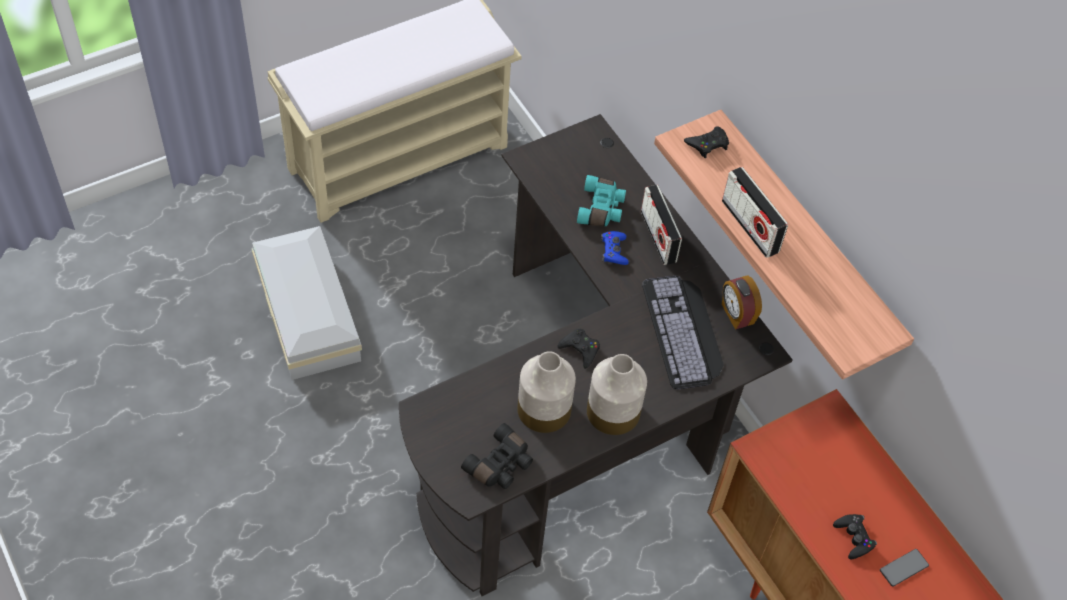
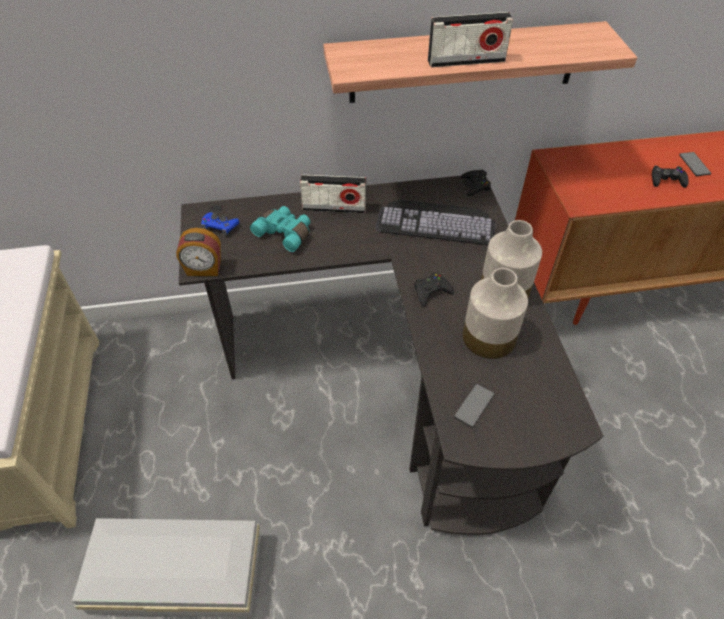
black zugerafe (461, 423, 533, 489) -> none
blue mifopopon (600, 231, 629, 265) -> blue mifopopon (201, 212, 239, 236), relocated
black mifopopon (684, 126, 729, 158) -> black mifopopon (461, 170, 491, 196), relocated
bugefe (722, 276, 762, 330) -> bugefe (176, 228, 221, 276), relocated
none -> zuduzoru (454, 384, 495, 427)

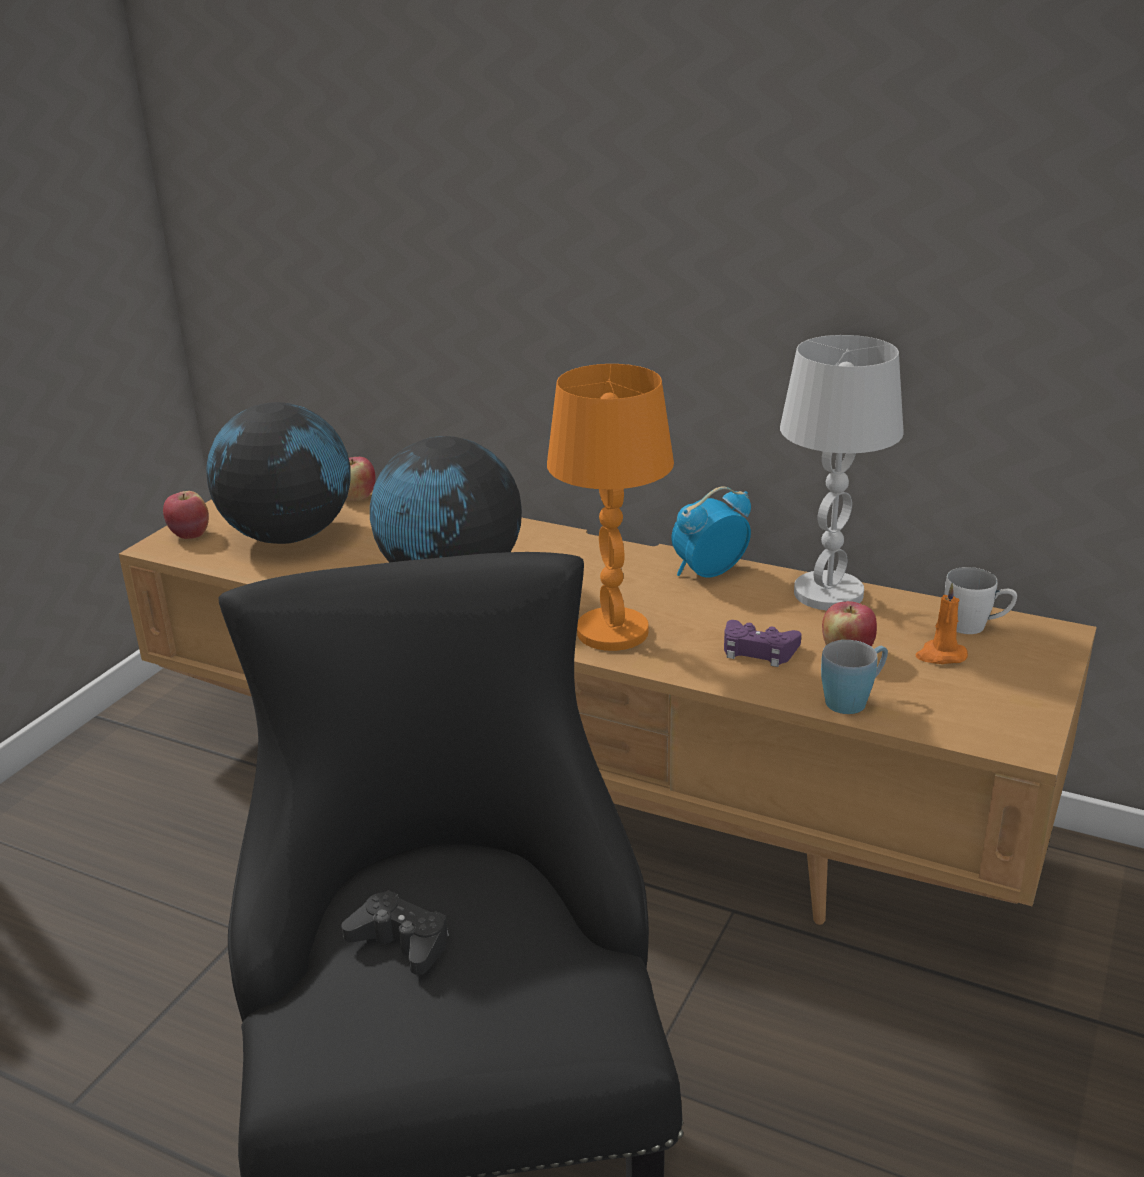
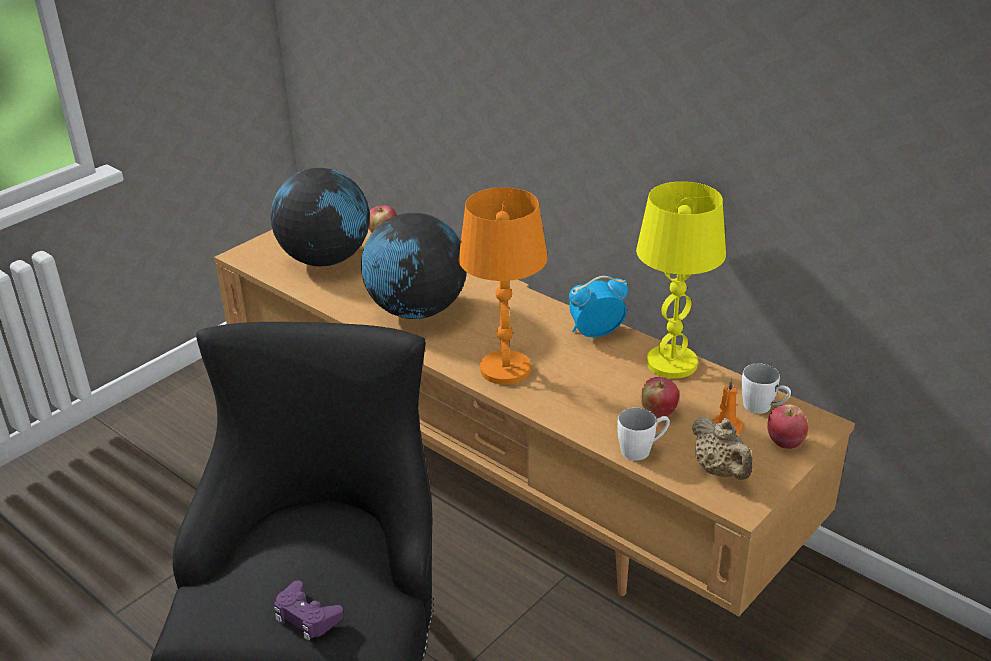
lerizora (163, 491, 209, 539) -> lerizora (767, 404, 808, 449), relocated
black mifopopon (341, 890, 449, 975) -> none
purple mifopopon (724, 620, 801, 667) -> purple mifopopon (274, 581, 344, 641), relocated
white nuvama (780, 335, 904, 610) -> yellow nuvama (636, 181, 726, 379)
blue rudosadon (821, 640, 888, 714) -> white rudosadon (617, 408, 670, 461)
none -> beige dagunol (692, 417, 752, 480)

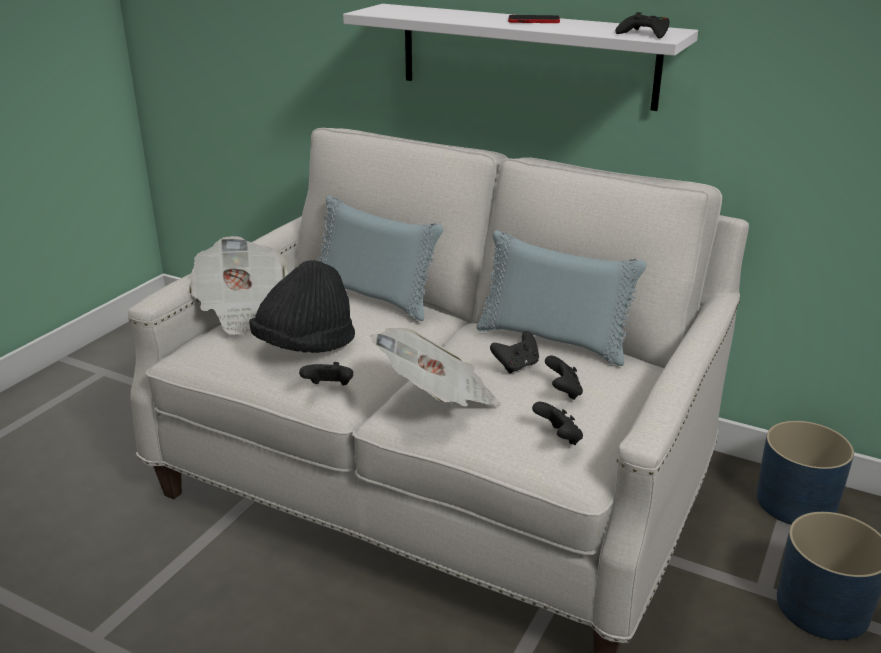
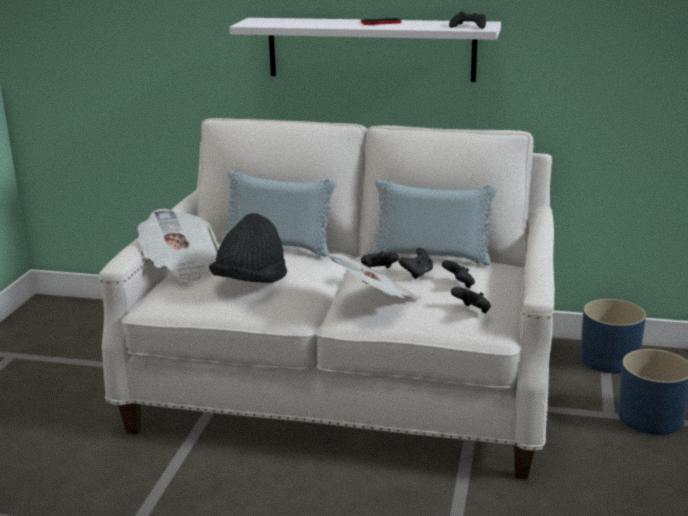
black mifopopon (299, 362, 353, 385) -> black mifopopon (361, 251, 399, 268), relocated

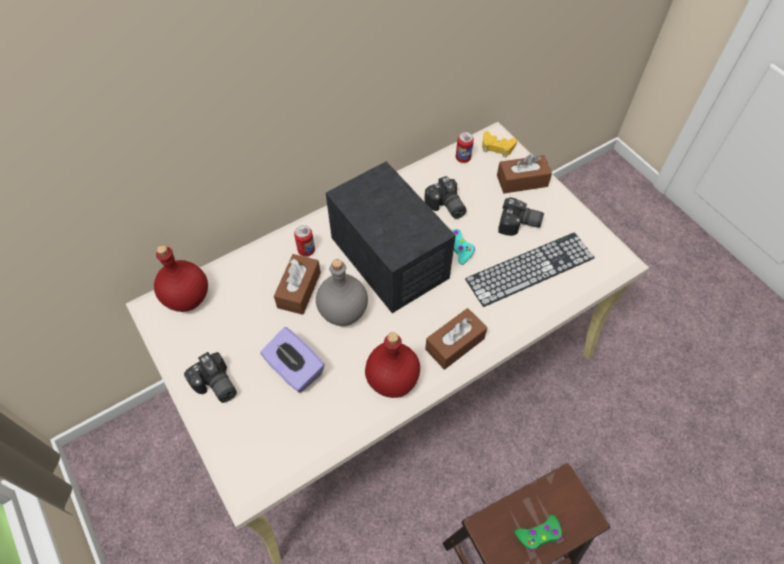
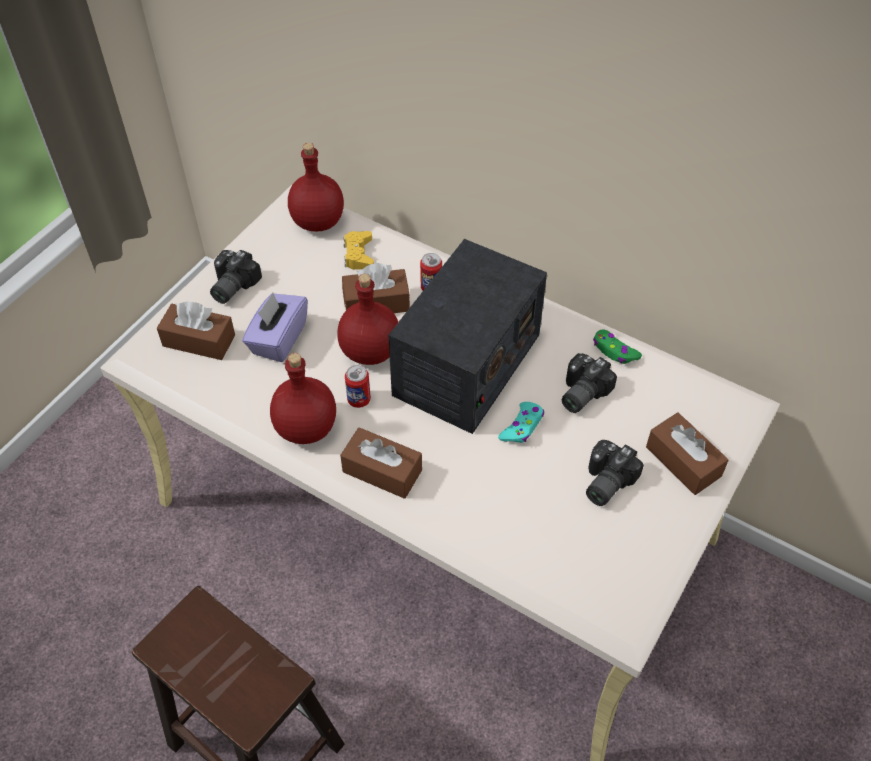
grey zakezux (316, 259, 368, 326) -> red zakezux (337, 274, 398, 365)
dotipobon (456, 132, 474, 163) -> dotipobon (345, 365, 371, 408), relocated
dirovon (465, 232, 595, 307) -> none
yellow mifopopon (482, 131, 517, 158) -> yellow mifopopon (344, 231, 374, 270), relocated
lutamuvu (498, 197, 544, 236) -> lutamuvu (586, 440, 644, 506), 45 degrees clockwise
green mifopopon (515, 515, 562, 551) -> green mifopopon (593, 330, 642, 364), relocated
none -> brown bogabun (157, 301, 235, 360)

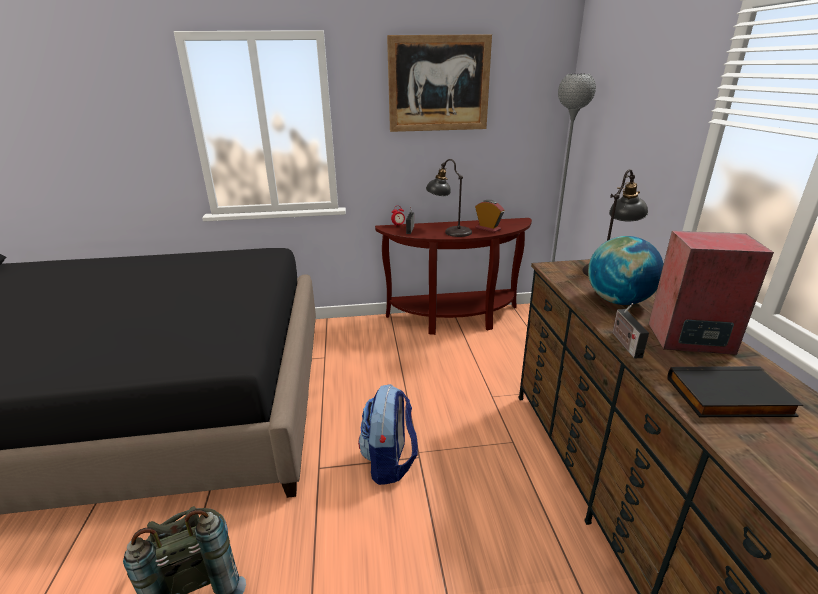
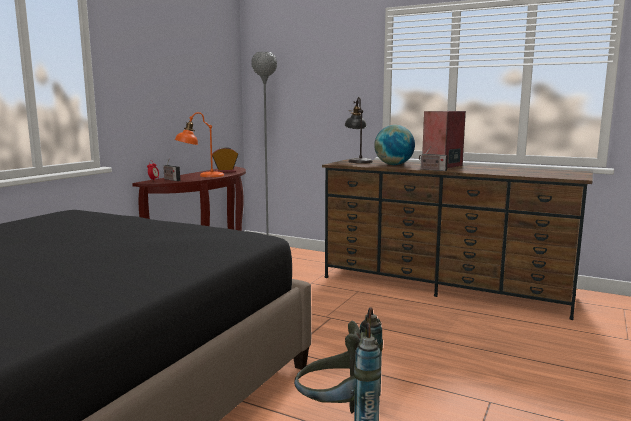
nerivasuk (358, 384, 418, 485) -> none
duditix (387, 34, 492, 132) -> none
grey nuvama (426, 159, 472, 237) -> orange nuvama (175, 112, 224, 177)
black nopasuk (667, 366, 803, 417) -> none

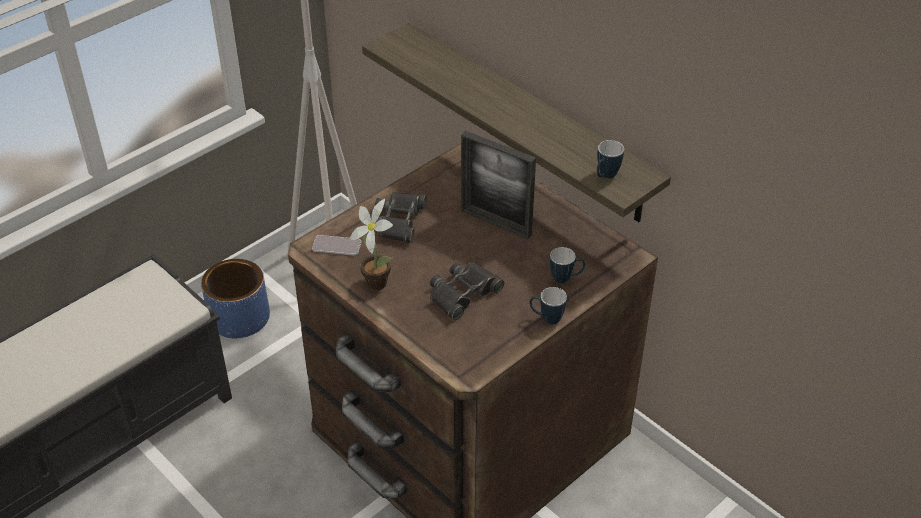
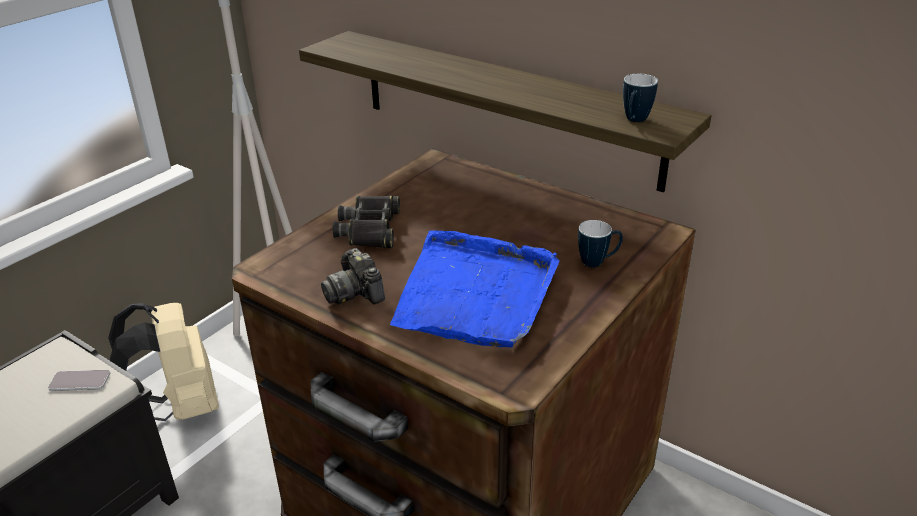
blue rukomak (201, 259, 270, 338) -> beige nerivasuk (108, 303, 219, 421)
zuduzoru (312, 235, 361, 256) -> zuduzoru (48, 369, 110, 391), relocated
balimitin (350, 199, 393, 290) -> lutamuvu (321, 248, 385, 305)
black zugerafe (430, 262, 504, 320) -> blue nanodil (390, 231, 560, 347)
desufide (461, 131, 536, 239) -> none
rudosadon (530, 287, 567, 324) -> none

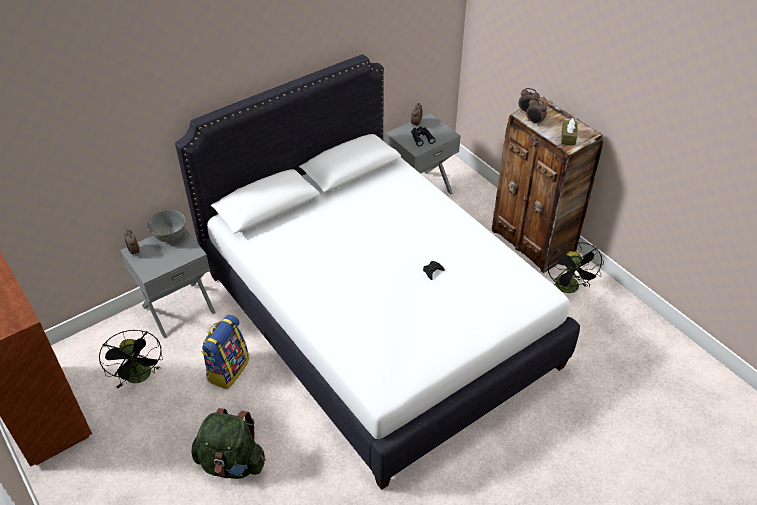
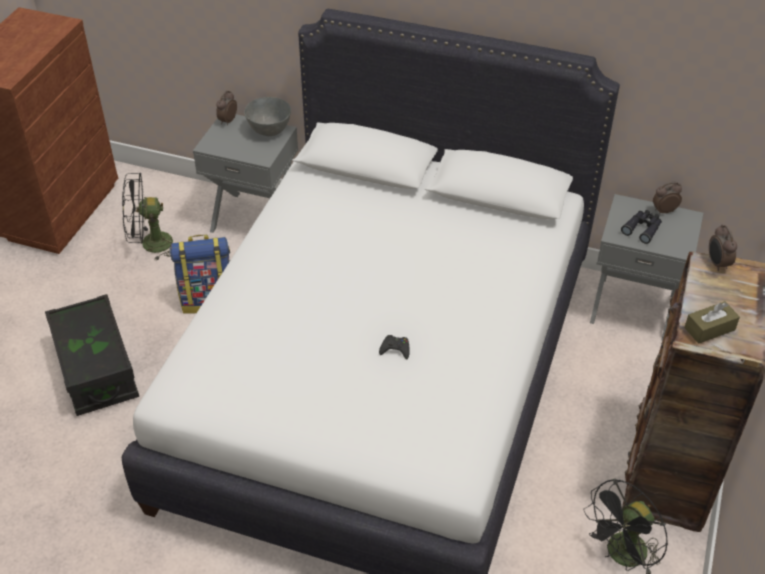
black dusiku (99, 330, 163, 388) -> black dusiku (122, 173, 179, 261), 45 degrees clockwise
green nerivasuk (191, 408, 266, 479) -> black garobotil (45, 294, 139, 416)
bugefe (526, 98, 547, 126) -> none

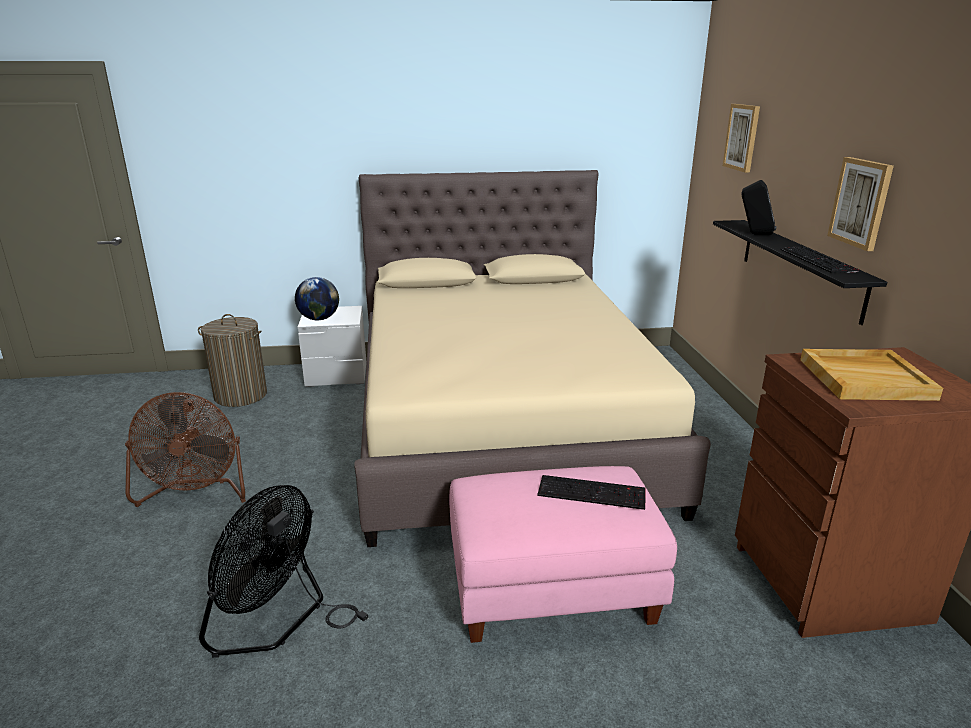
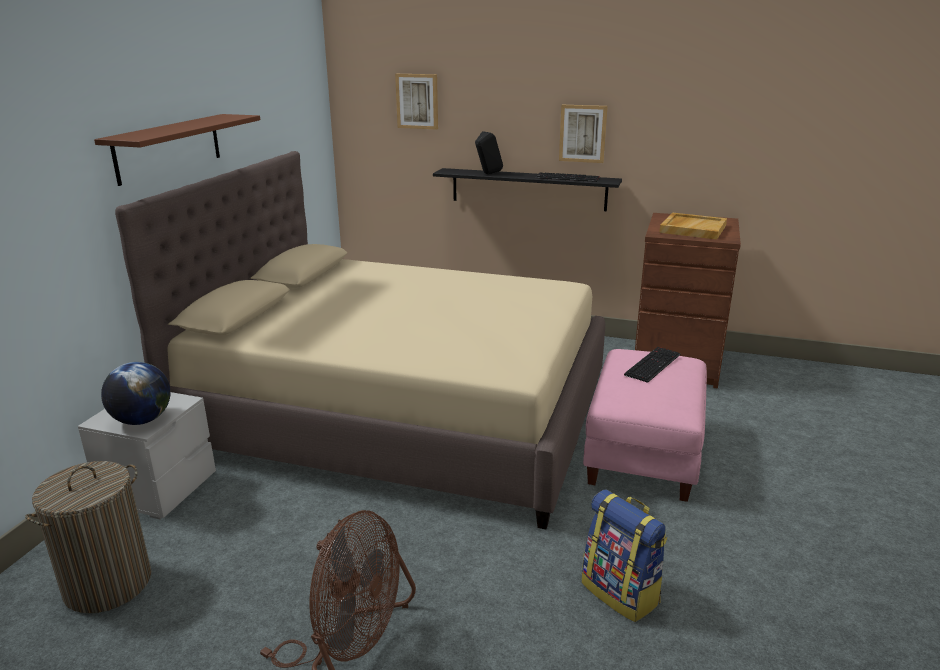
black dusiku (199, 485, 369, 658) -> nerivasuk (582, 489, 667, 622)
none -> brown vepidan (94, 114, 260, 186)

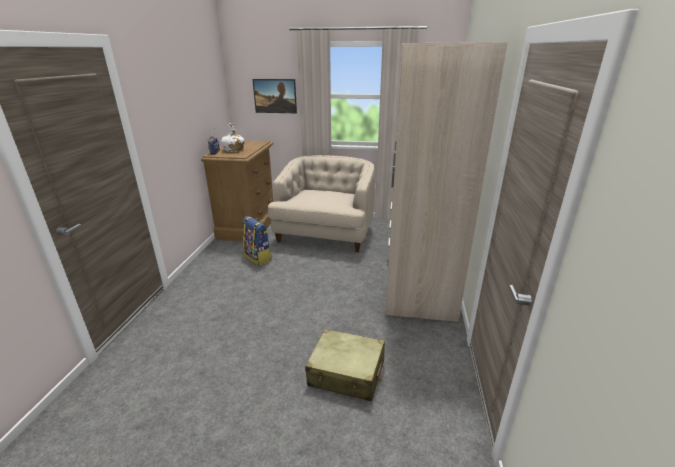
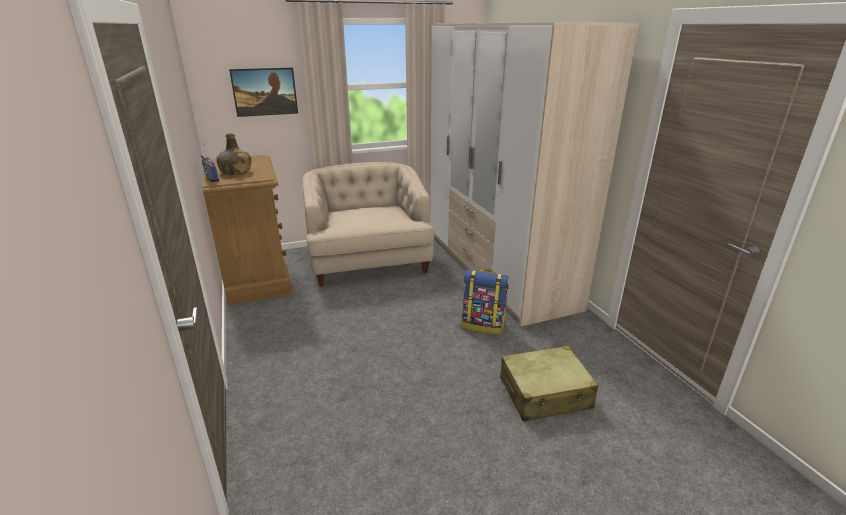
white zakezux (221, 123, 244, 152) -> green zakezux (216, 133, 251, 175)
nerivasuk (242, 216, 272, 266) -> nerivasuk (462, 269, 509, 335), relocated

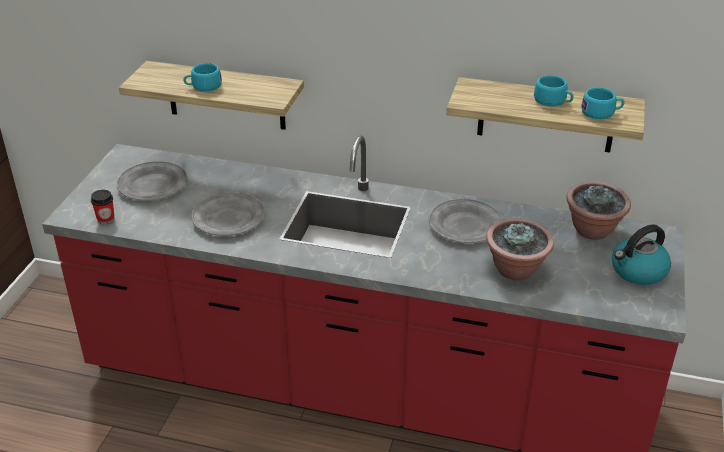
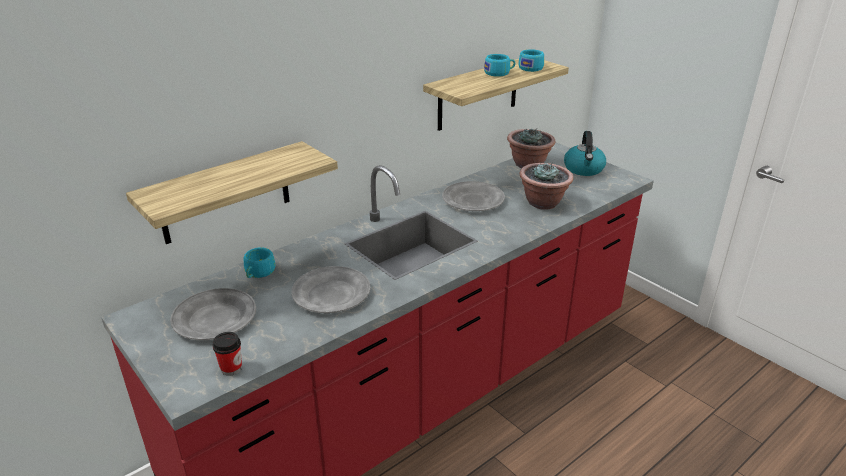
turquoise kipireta (183, 63, 222, 92) -> turquoise kipireta (244, 247, 276, 278), relocated

